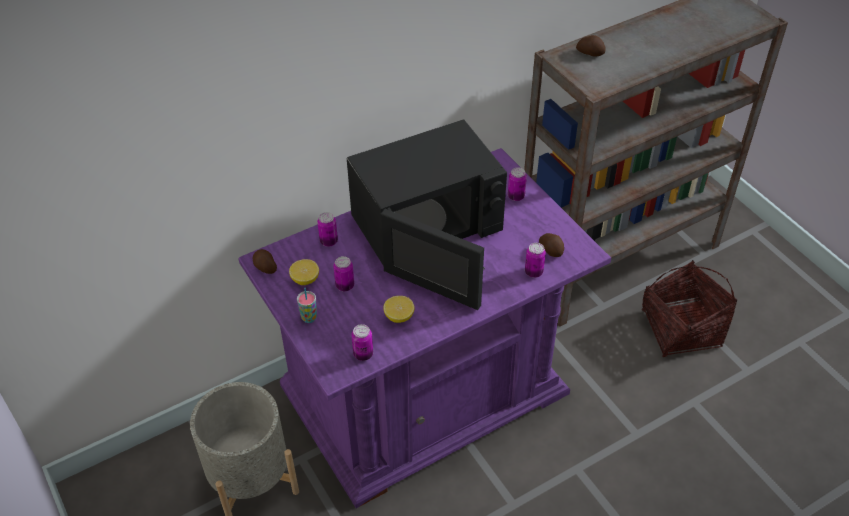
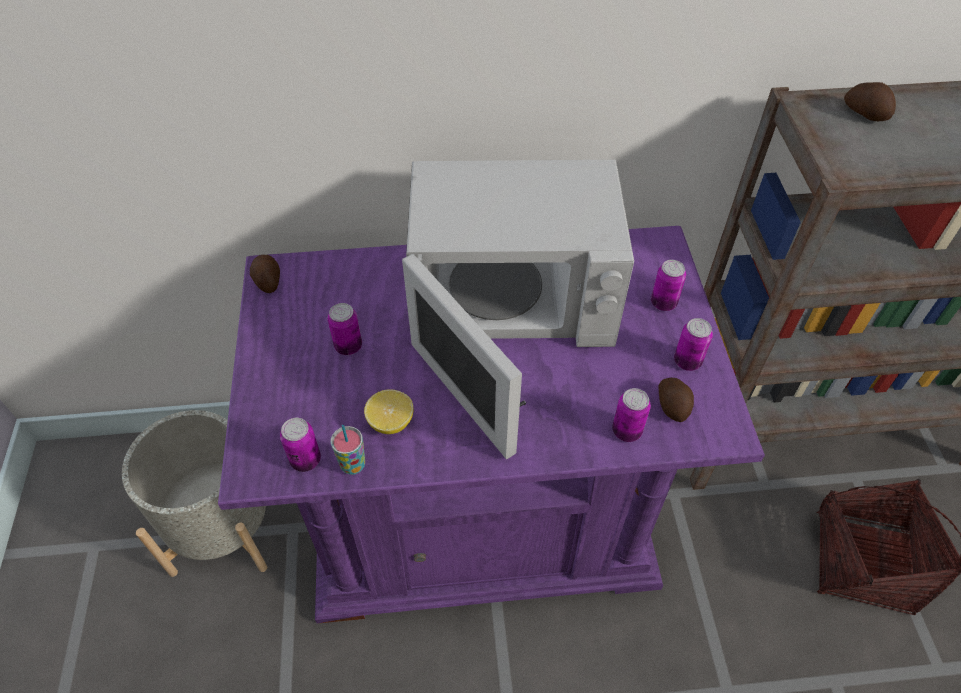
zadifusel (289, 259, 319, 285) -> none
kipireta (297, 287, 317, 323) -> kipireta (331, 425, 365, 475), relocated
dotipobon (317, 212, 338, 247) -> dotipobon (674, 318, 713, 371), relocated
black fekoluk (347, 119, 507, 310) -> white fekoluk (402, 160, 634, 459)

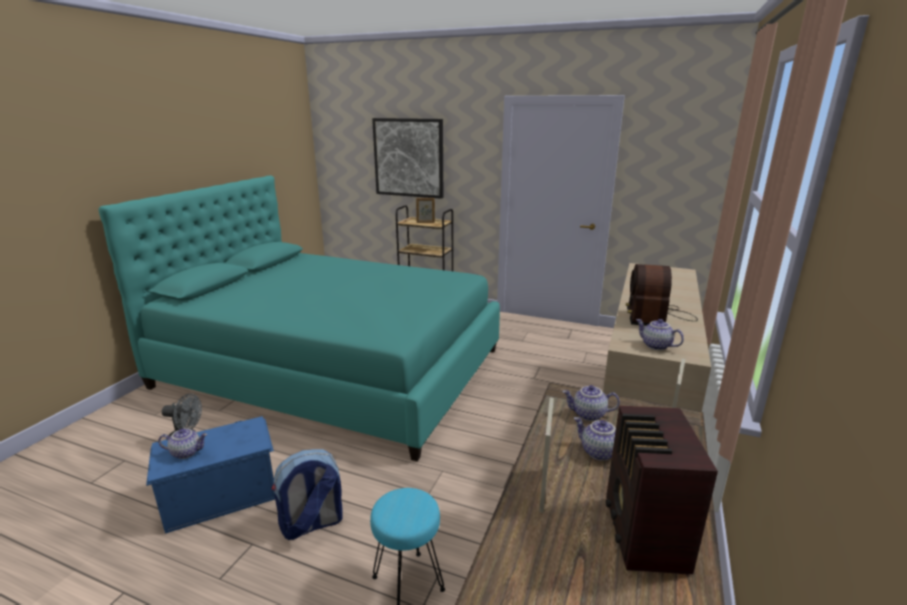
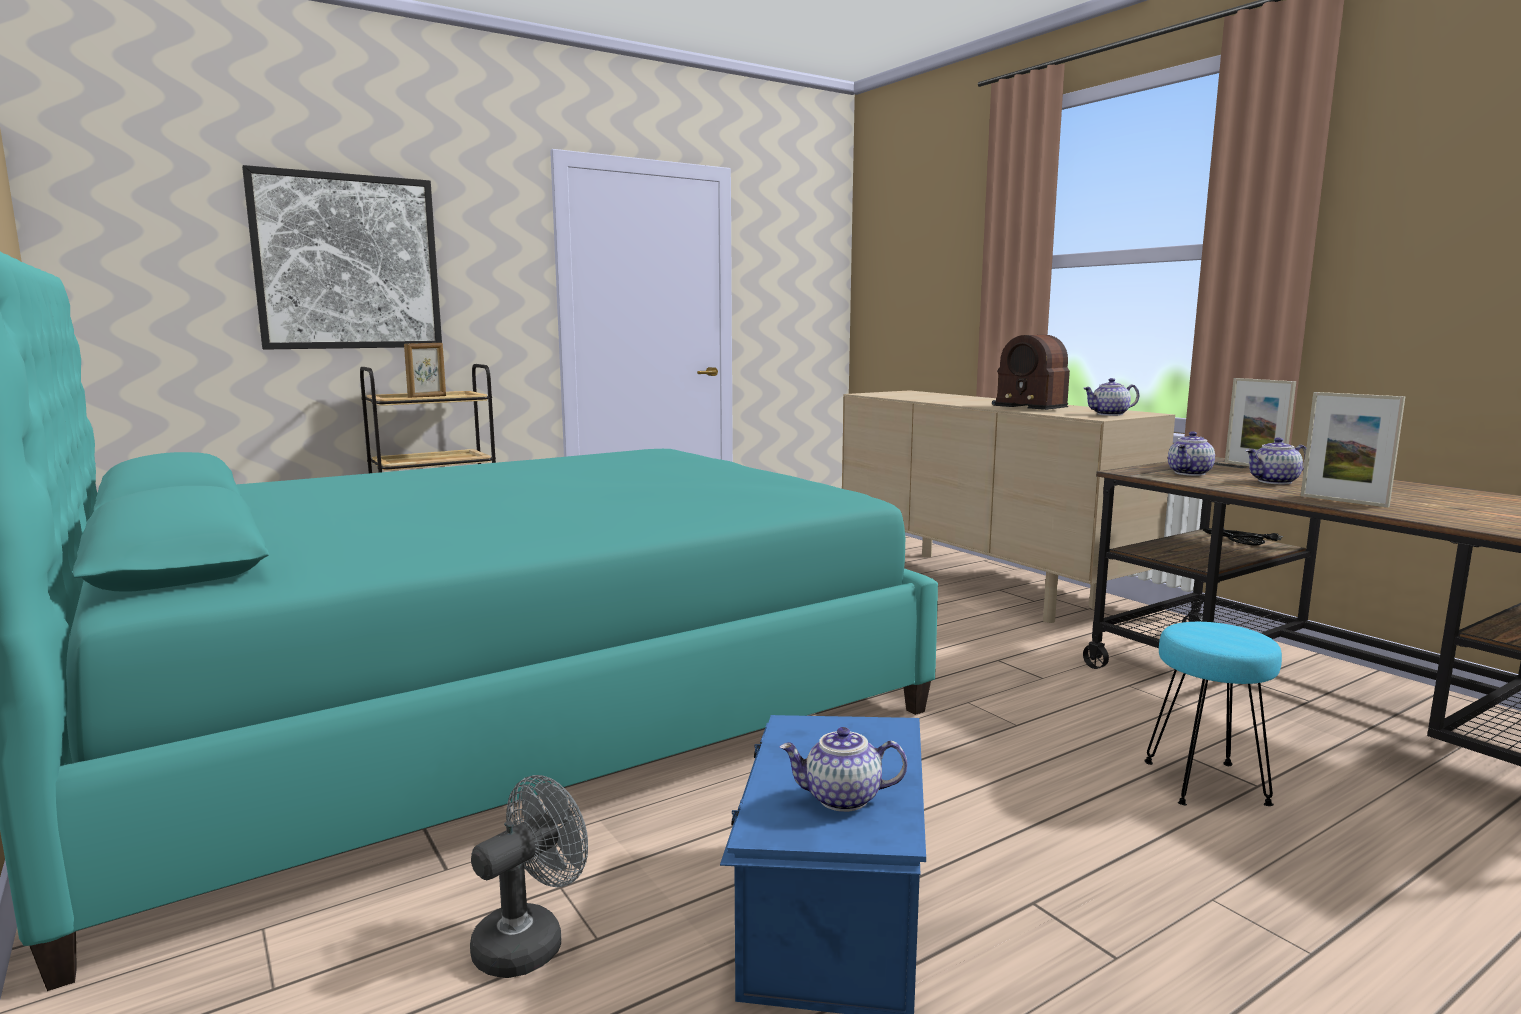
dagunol (158, 428, 208, 459) -> dagunol (779, 727, 907, 812), 120 degrees counterclockwise
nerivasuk (272, 449, 343, 540) -> none
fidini (606, 406, 718, 575) -> none

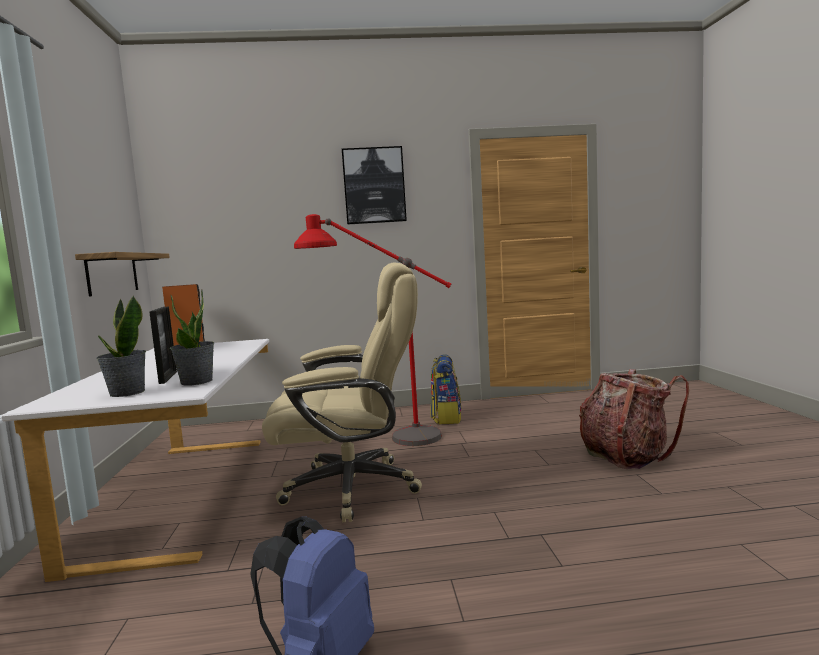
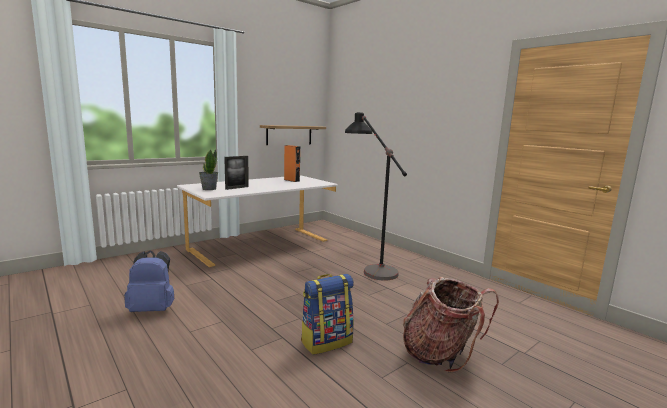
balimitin (170, 290, 214, 386) -> none
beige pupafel (262, 263, 422, 522) -> none
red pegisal (294, 214, 452, 446) -> black pegisal (345, 112, 407, 281)
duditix (342, 146, 407, 225) -> none
nerivasuk (430, 355, 461, 424) -> nerivasuk (301, 274, 354, 355), relocated

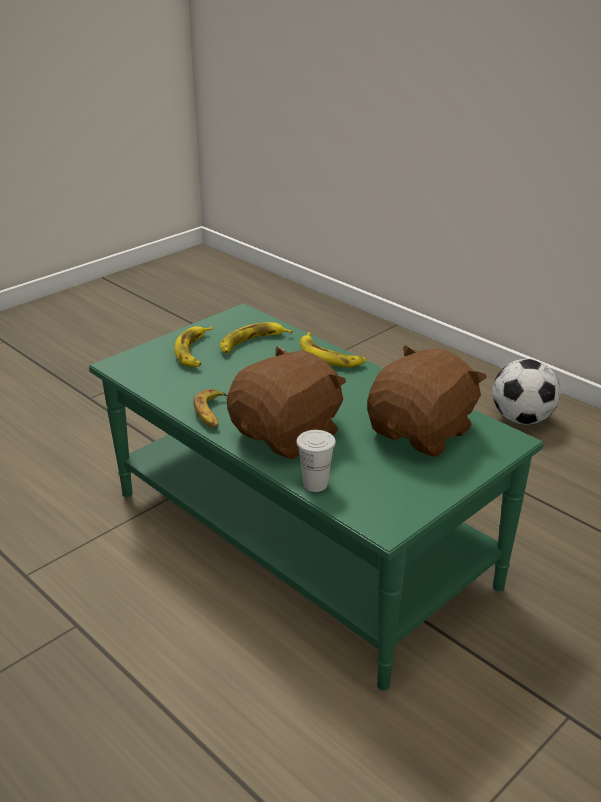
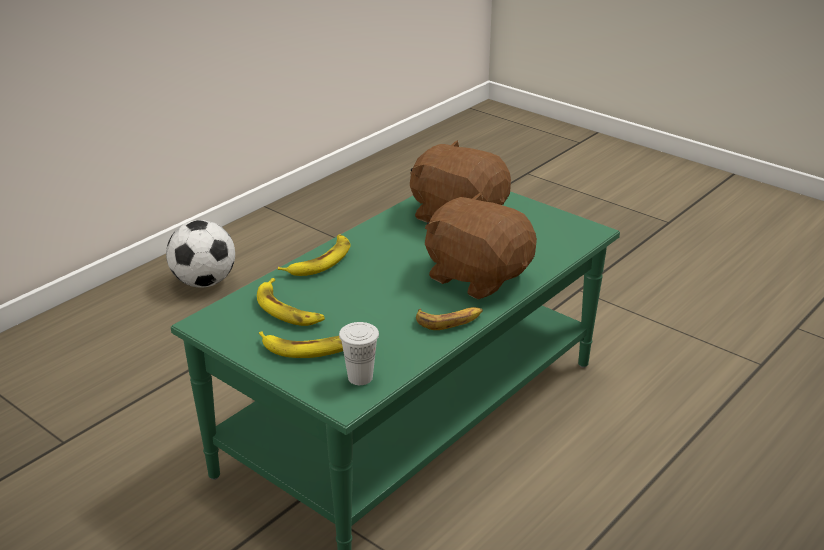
white kipireta (296, 430, 336, 492) -> white kipireta (339, 322, 379, 385), relocated

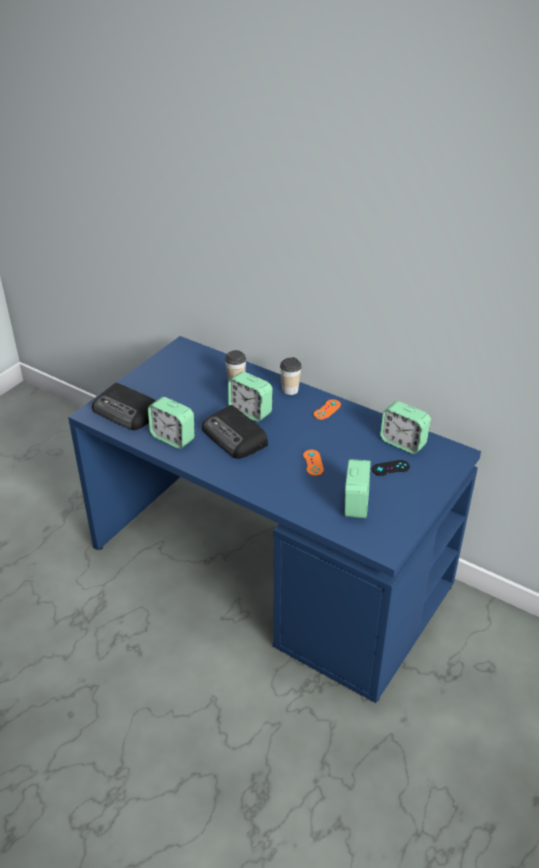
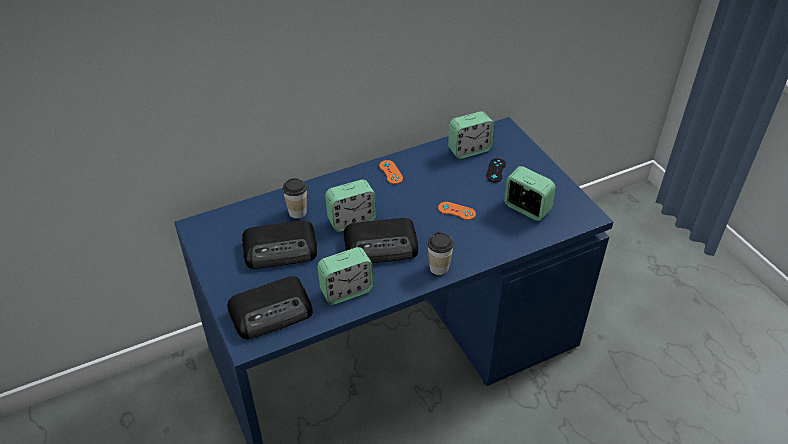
kipireta (280, 357, 302, 395) -> kipireta (428, 232, 454, 275), relocated
none -> fidini (242, 220, 317, 269)

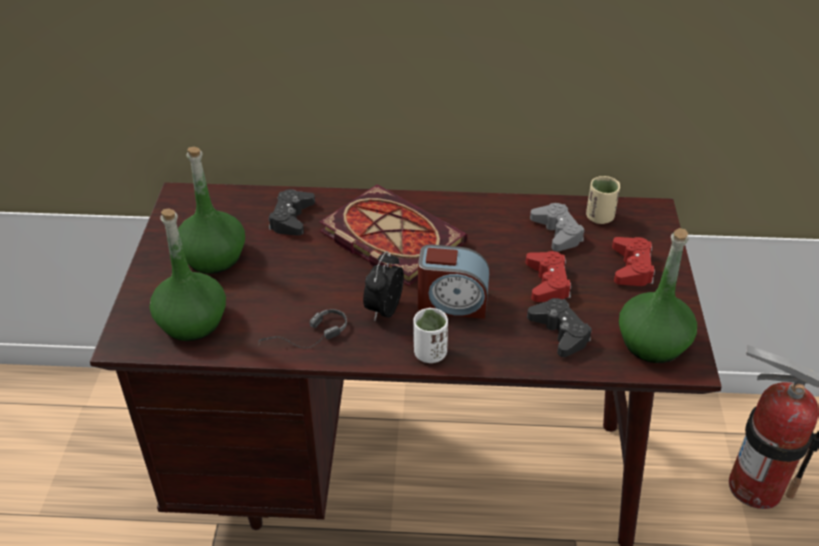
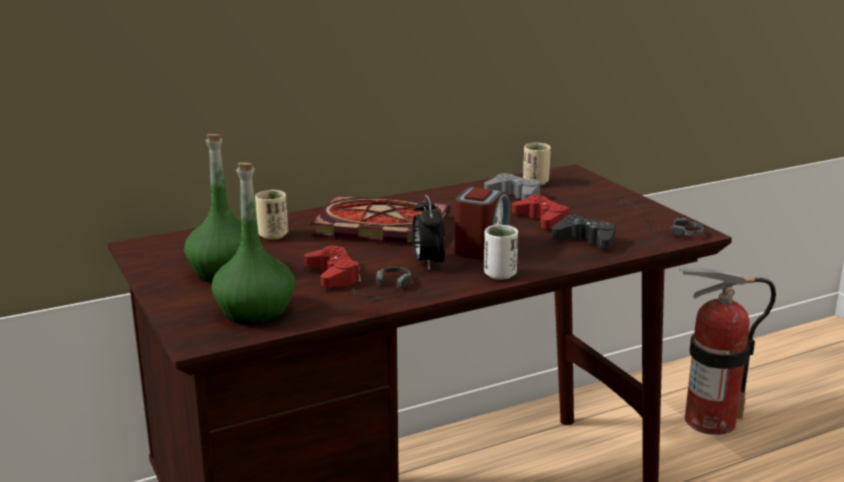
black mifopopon (269, 189, 315, 236) -> beige kipireta (255, 190, 288, 240)
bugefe (418, 244, 489, 319) -> bugefe (455, 187, 510, 260), 45 degrees counterclockwise
red mifopopon (612, 237, 655, 286) -> red mifopopon (304, 246, 361, 287), relocated
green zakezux (619, 228, 697, 363) -> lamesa (621, 199, 704, 237)

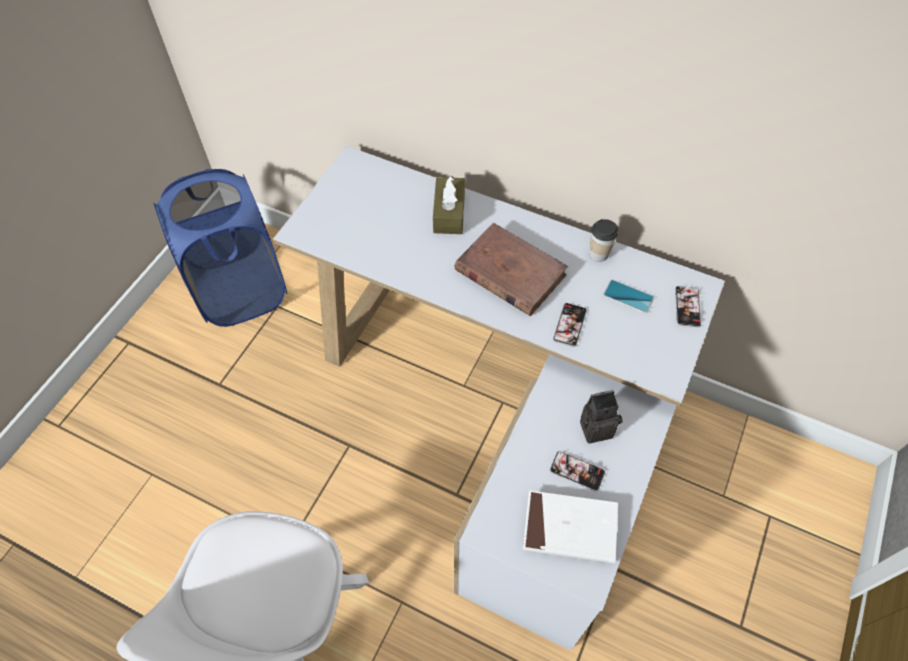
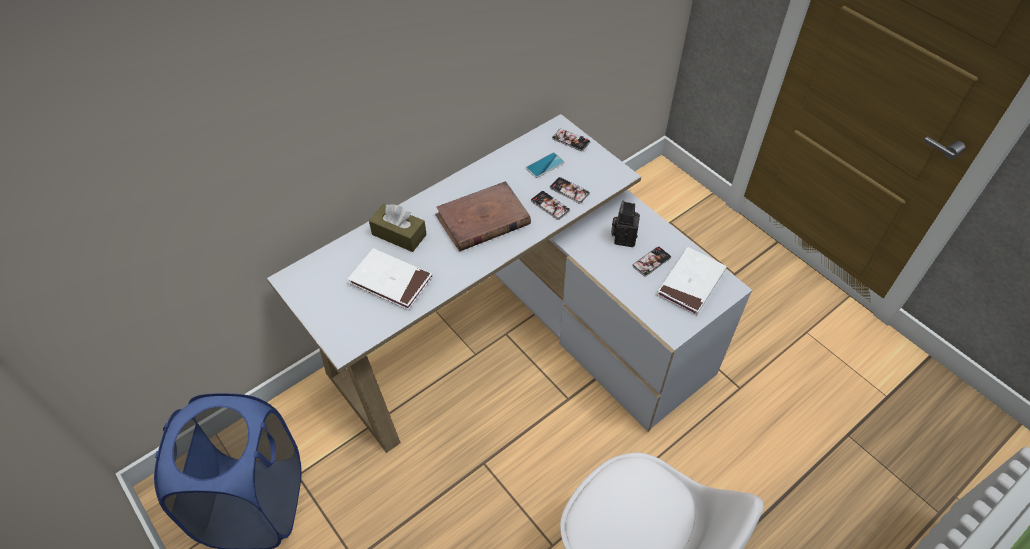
kipireta (589, 219, 618, 262) -> none
none -> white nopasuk (348, 248, 432, 310)
none -> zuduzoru (550, 177, 590, 204)

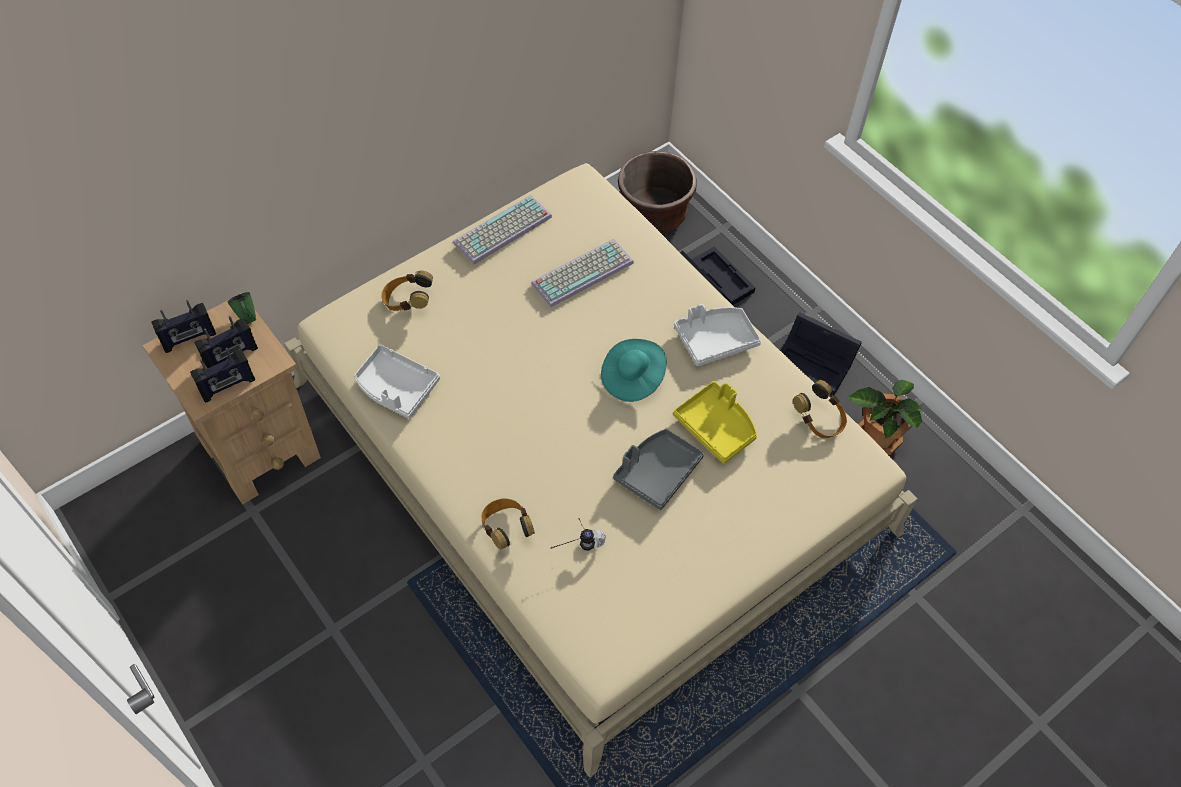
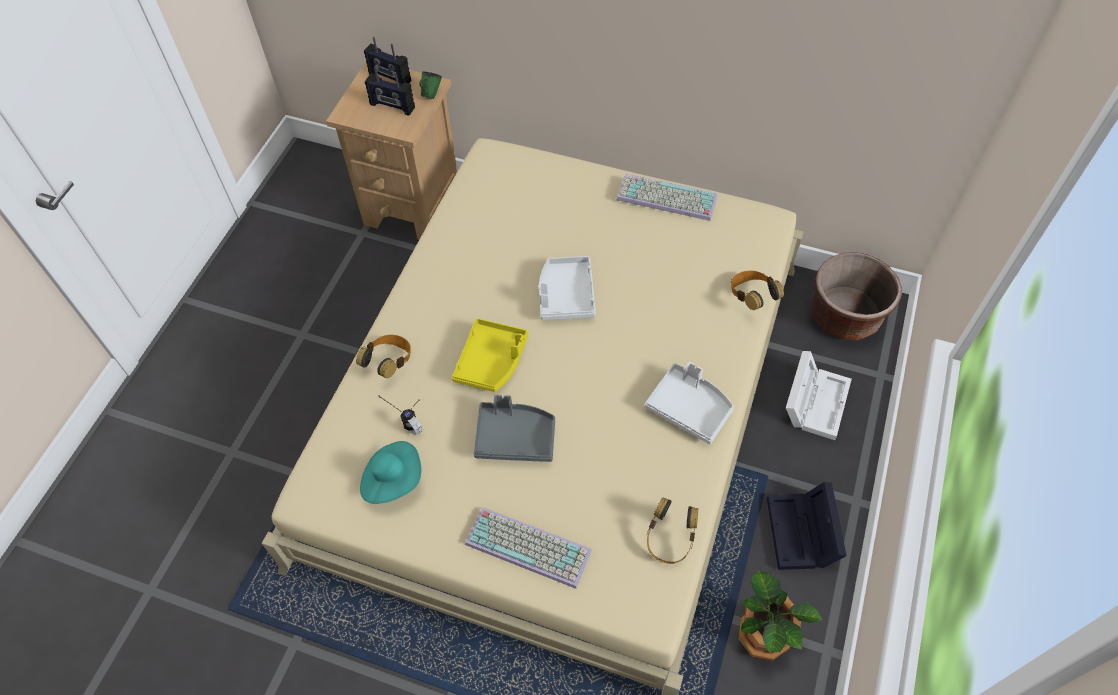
fidini (190, 348, 255, 403) -> none
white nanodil (354, 344, 440, 419) -> white nanodil (539, 256, 596, 320), relocated
lamesa (381, 271, 433, 311) -> lamesa (731, 270, 784, 310), relocated
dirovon (531, 239, 634, 307) -> dirovon (465, 507, 592, 589), relocated
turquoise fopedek (601, 339, 667, 402) -> turquoise fopedek (360, 441, 422, 504), relocated
yellow nanodil (673, 381, 757, 464) -> yellow nanodil (452, 318, 528, 392), relocated
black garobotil (680, 246, 755, 305) -> white garobotil (786, 351, 852, 440)

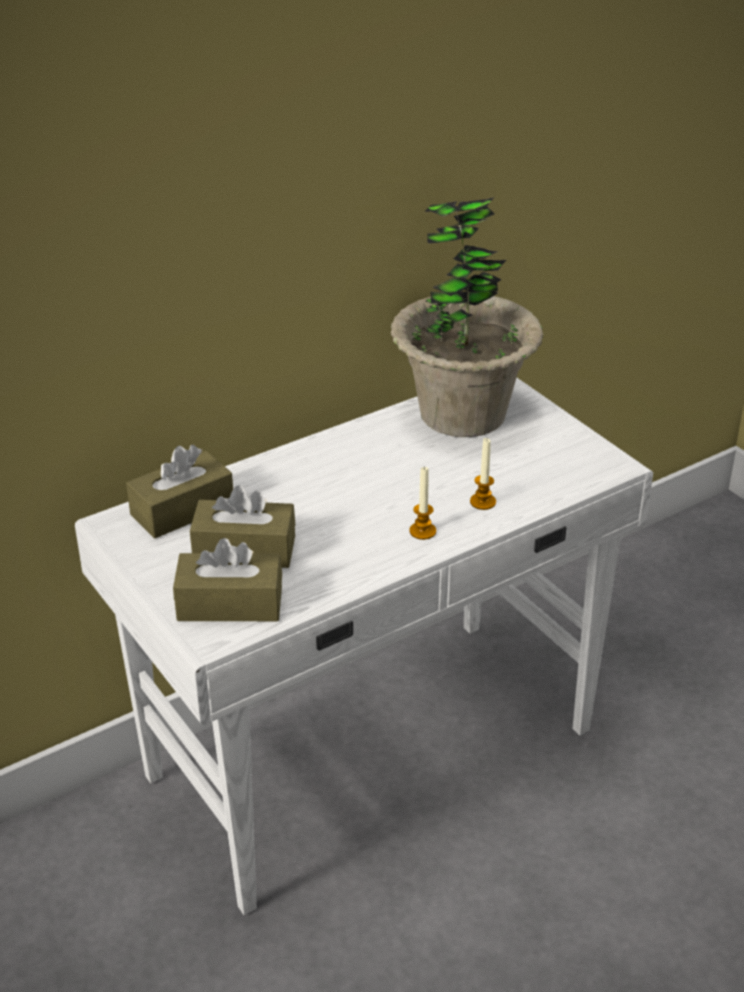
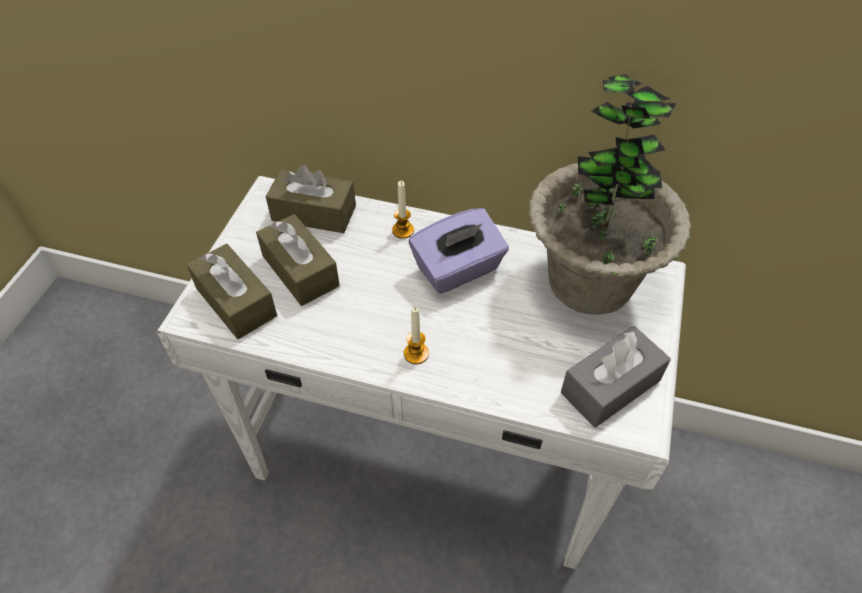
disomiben (470, 438, 496, 510) -> disomiben (392, 181, 414, 239), relocated
none -> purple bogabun (409, 208, 509, 294)
none -> grey bogabun (561, 326, 671, 428)

